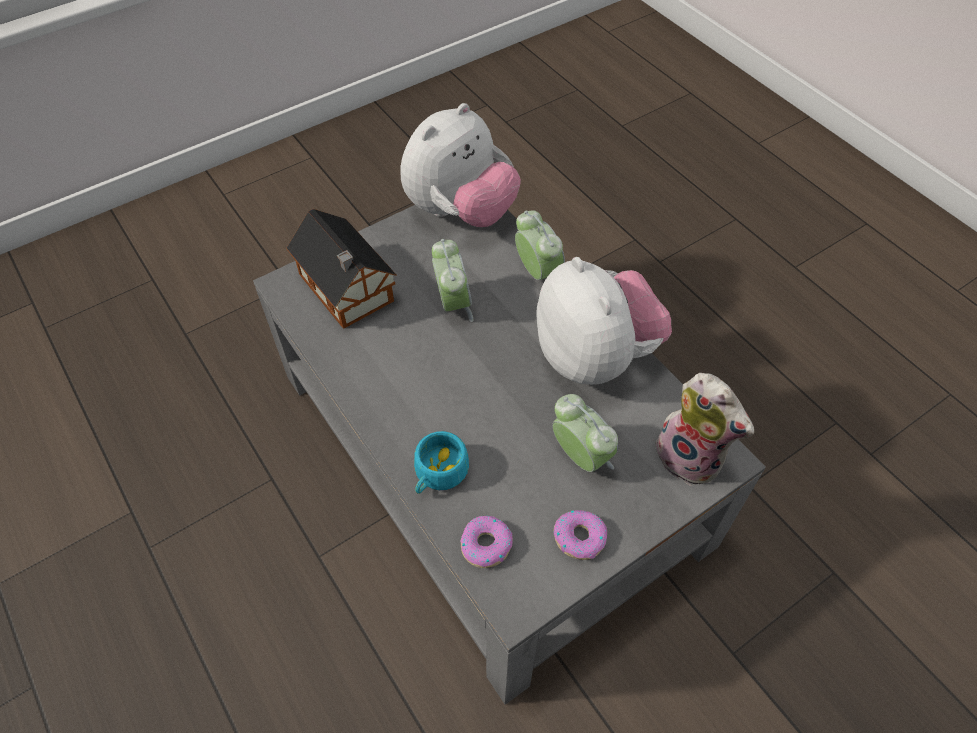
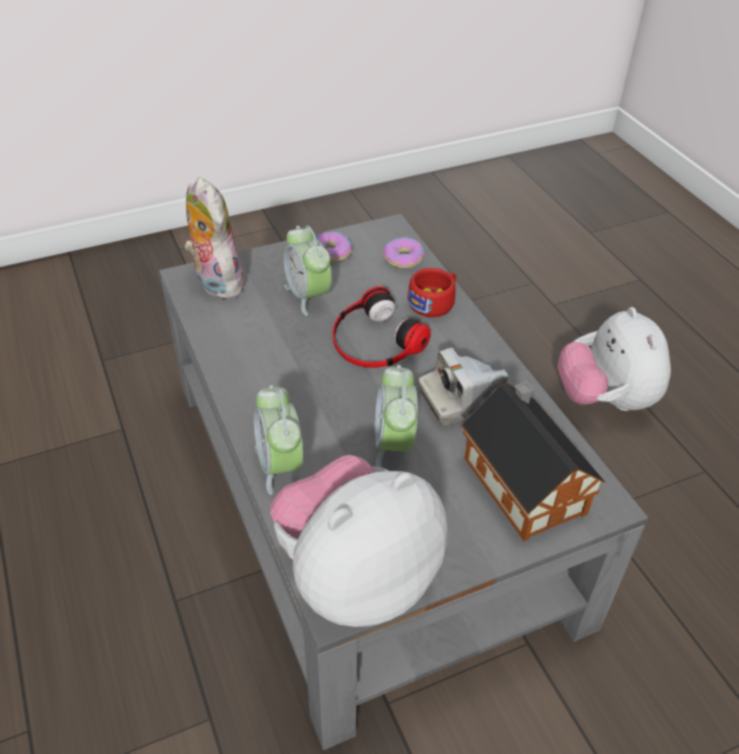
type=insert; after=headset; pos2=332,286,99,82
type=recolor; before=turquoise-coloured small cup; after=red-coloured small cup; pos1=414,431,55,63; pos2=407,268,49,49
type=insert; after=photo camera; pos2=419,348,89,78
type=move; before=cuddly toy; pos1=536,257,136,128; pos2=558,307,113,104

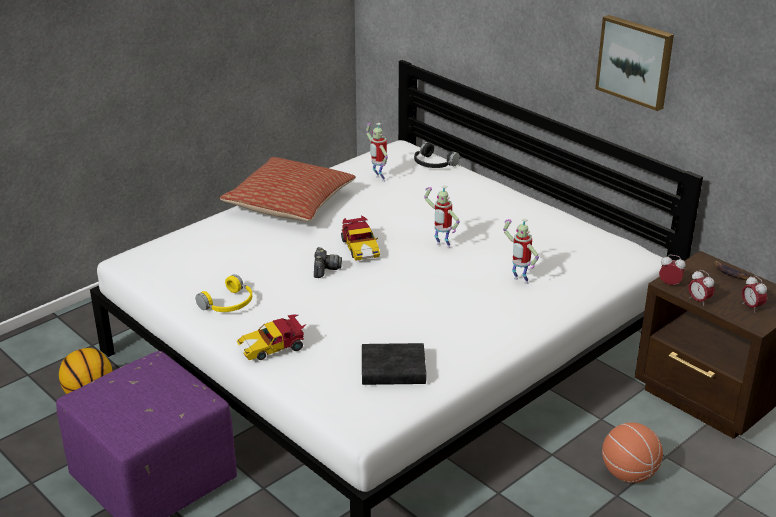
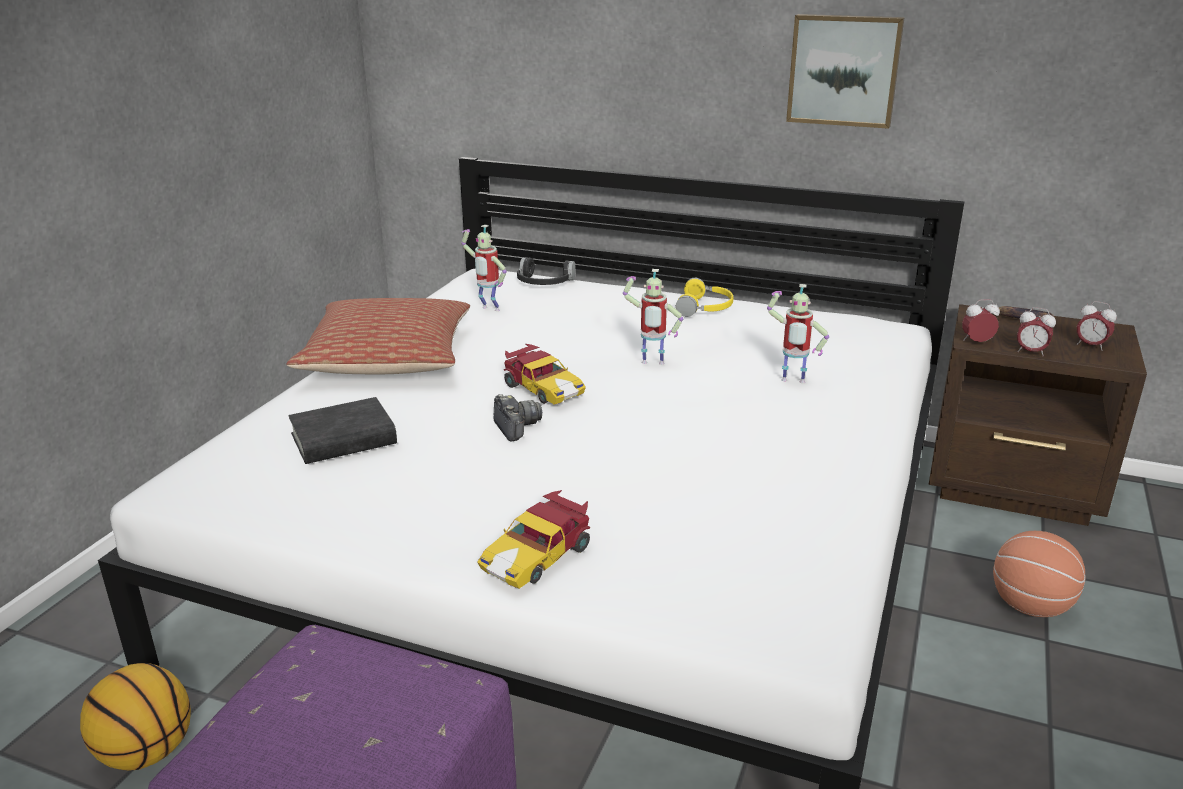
type=move; before=blackish bound book; pos1=362,343,64,42; pos2=288,397,109,67
type=move; before=yellow-coloured headset; pos1=196,274,56,38; pos2=676,278,57,39

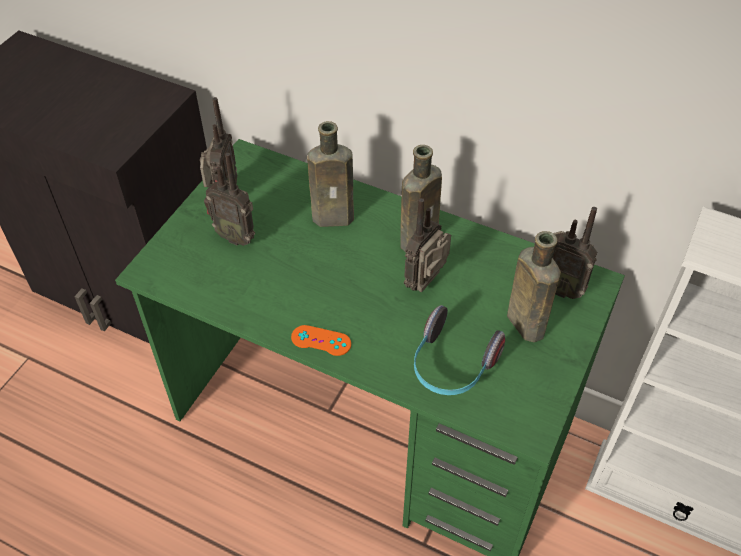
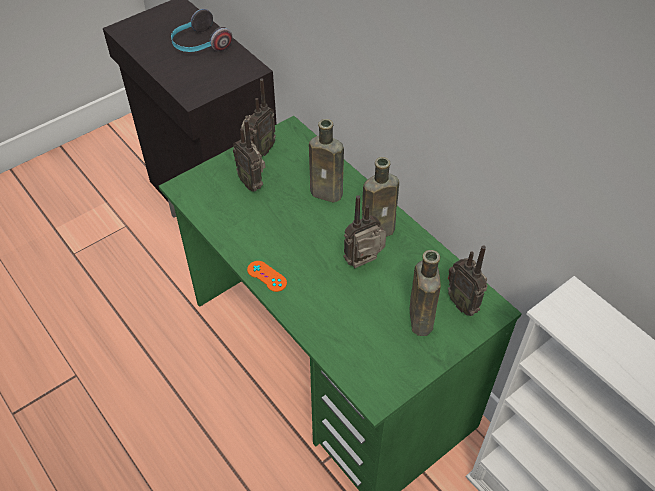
type=move; before=headset; pos1=414,305,91,90; pos2=171,9,62,43

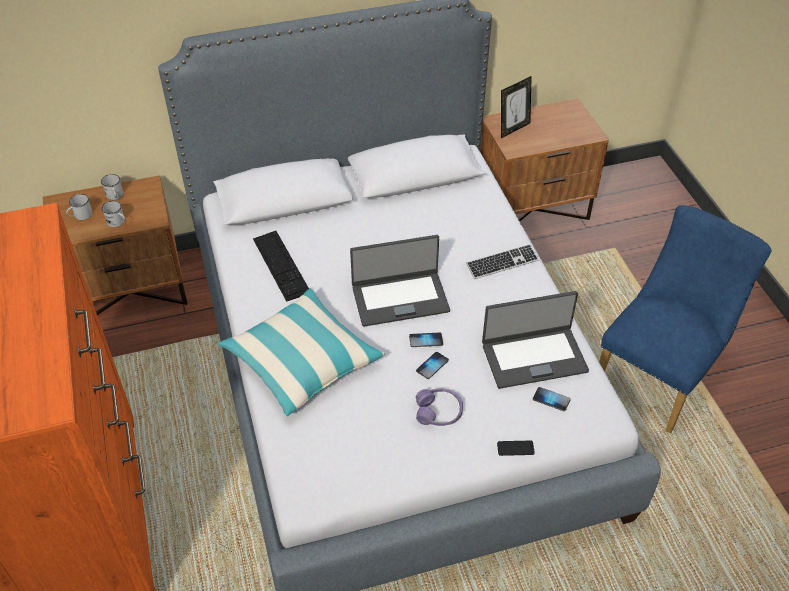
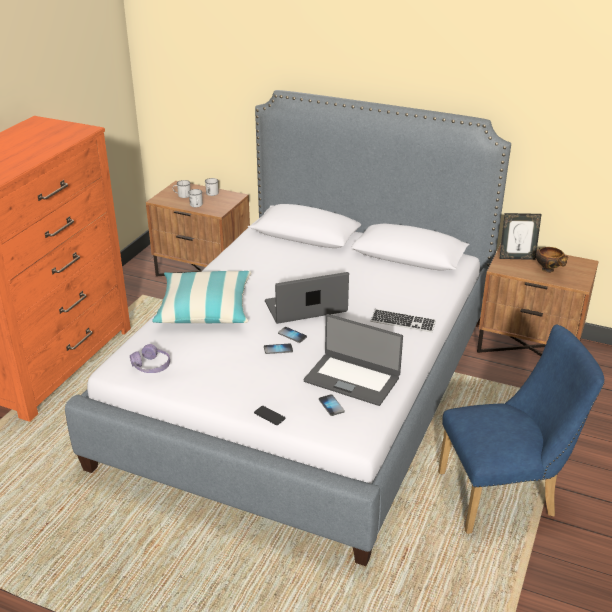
type=move; before=purple headset; pos1=416,388,47,38; pos2=130,344,40,29
type=rotate; before=notebook computer; pos1=350,235,100,92; pos2=265,272,84,52; turn=135
type=insert; after=bowl; pos2=536,247,32,26
type=delete; before=computer keyboard; pos1=253,231,56,71

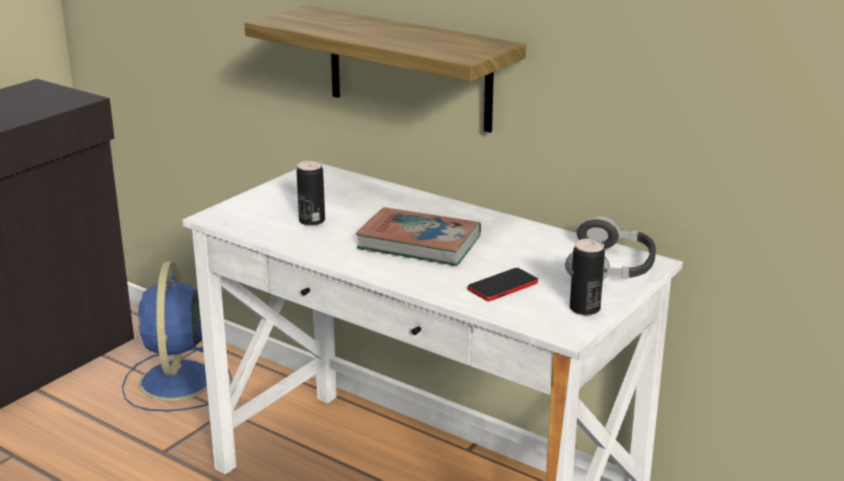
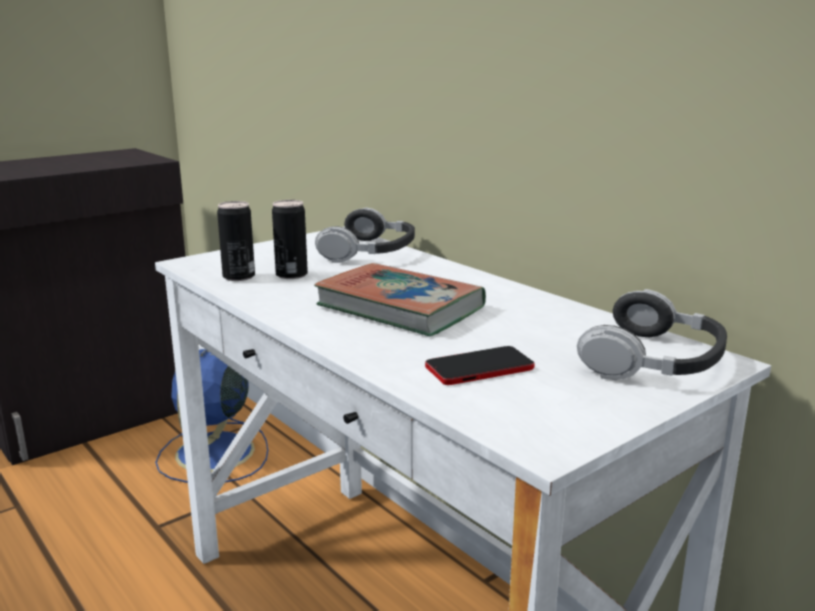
type=move; before=metal can; pos1=570,239,35,76; pos2=217,201,38,80
type=insert; after=headset; pos2=315,208,100,55
type=delete; before=bracket shelf; pos1=244,5,282,128

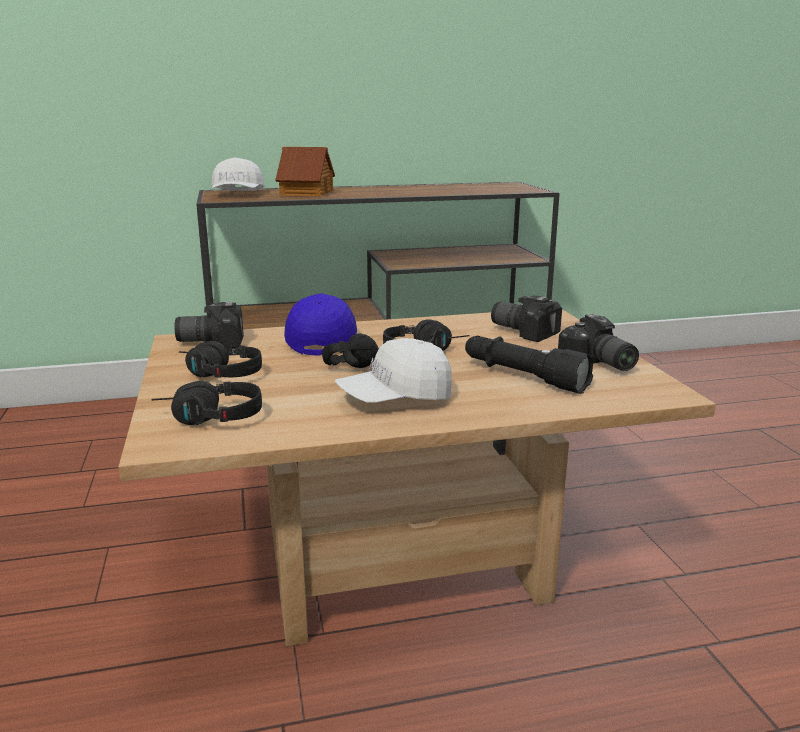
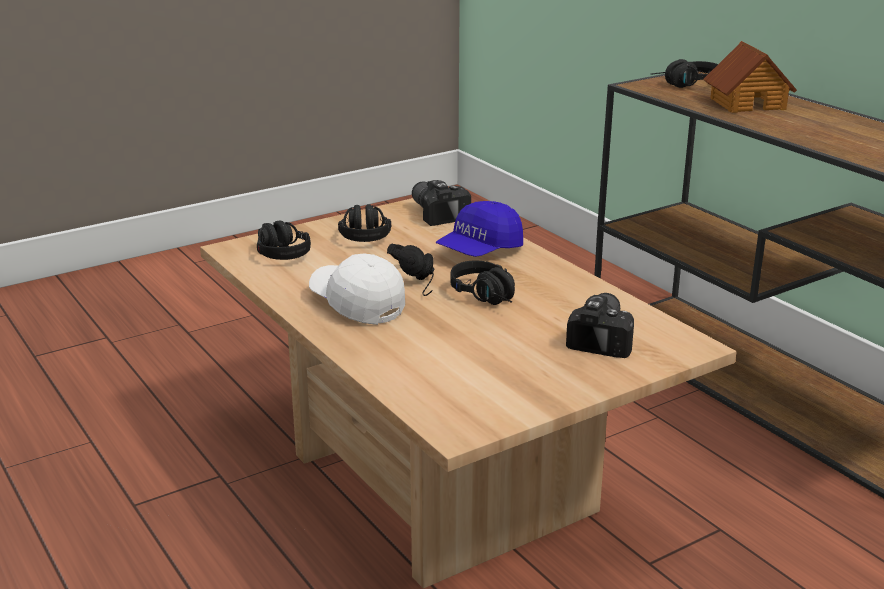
type=rotate; before=blue peaked cap; pos1=284,293,73,63; pos2=436,201,87,56; turn=150
type=replace; before=white-coloured peaked cap; after=blackish headset; pos1=212,158,53,33; pos2=651,59,67,29
type=delete; before=blackish torch; pos1=465,336,130,58
type=delete; before=photo camera; pos1=558,314,81,57

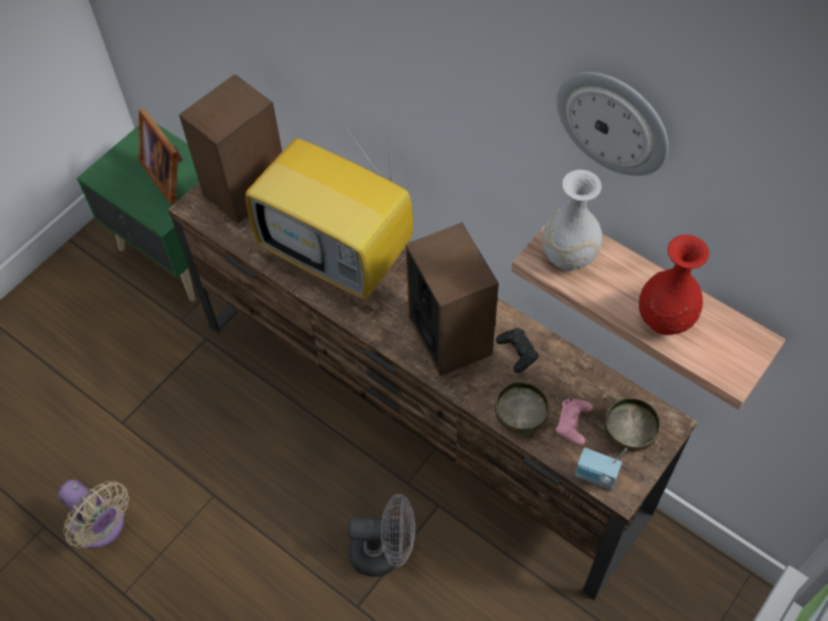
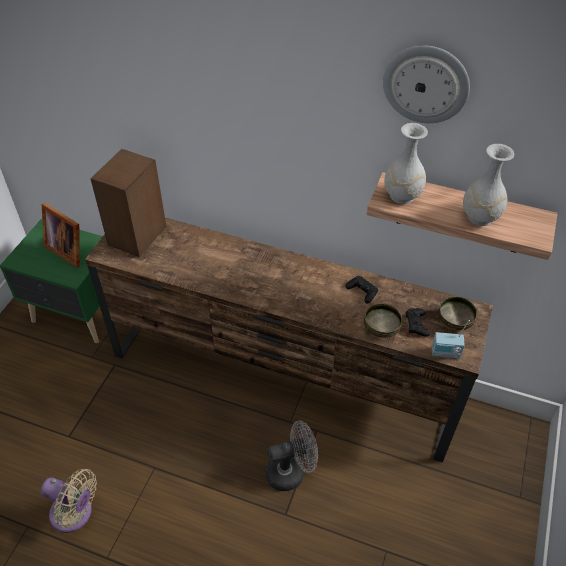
type=recolor; before=pink-coloured game controller; after=blackish game controller; pos1=556,398,37,47; pos2=406,308,24,29
type=recolor; before=red-coloured vase; after=white-coloured vase; pos1=639,235,70,100; pos2=463,144,51,82
type=delete; before=television; pos1=245,109,168,191
type=delete; before=loudspeaker; pos1=406,223,93,153

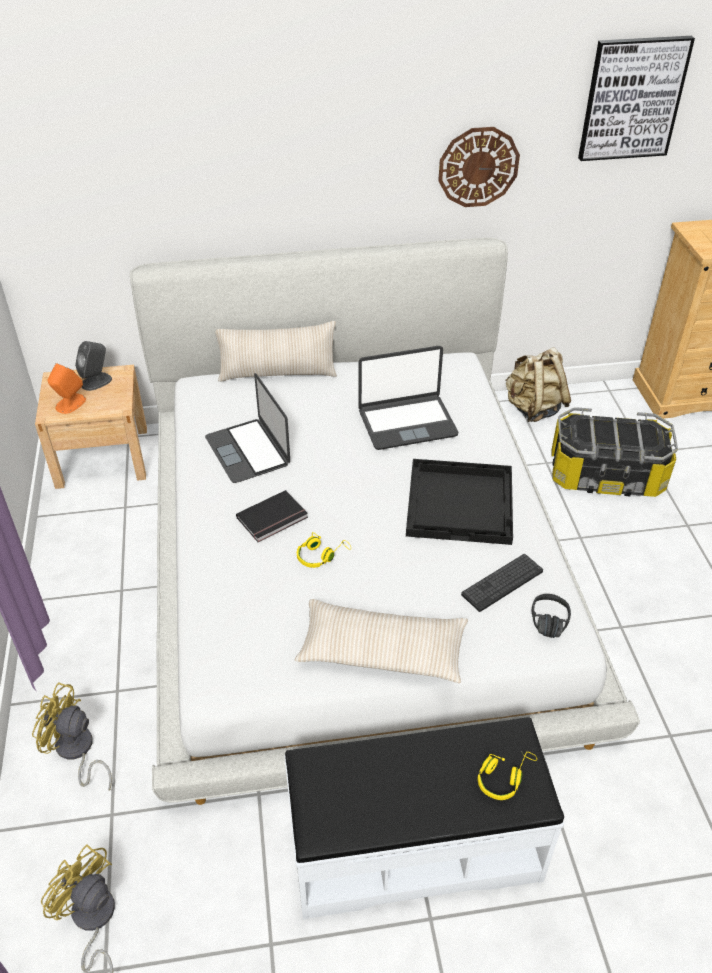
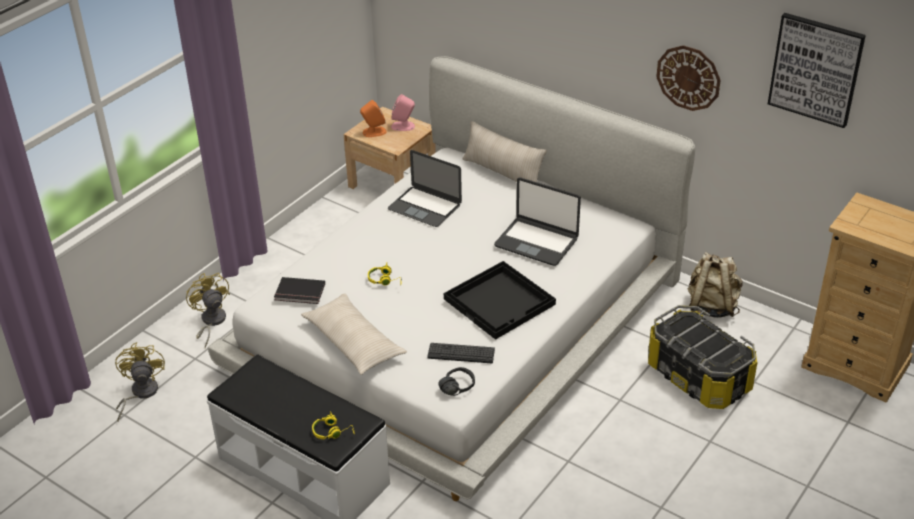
type=move; before=blackish bound book; pos1=236,490,72,52; pos2=274,277,51,27
type=rotate; before=notebook computer; pos1=205,373,85,110; pos2=388,150,74,77; turn=-75
type=recolor; before=greyish loudspeaker; after=pink-coloured loudspeaker; pos1=75,341,37,50; pos2=391,94,24,37

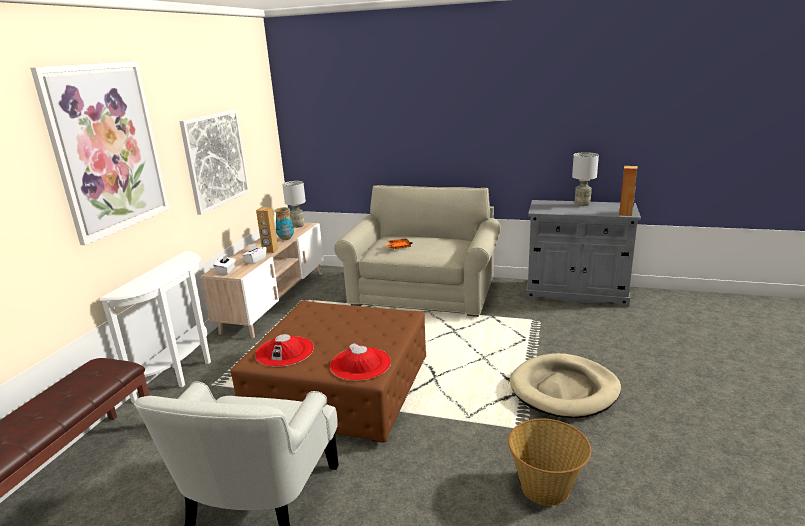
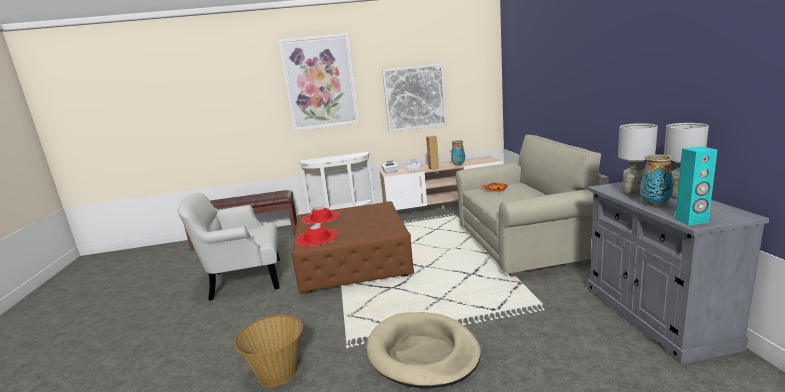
type=move; before=greyish tabletop lamp; pos1=282,181,24,47; pos2=618,123,40,73
type=insert; after=vase; pos2=640,155,33,52
type=recolor; before=brown loudspeaker; after=turquoise-coloured loudspeaker; pos1=619,166,18,50; pos2=675,146,42,79

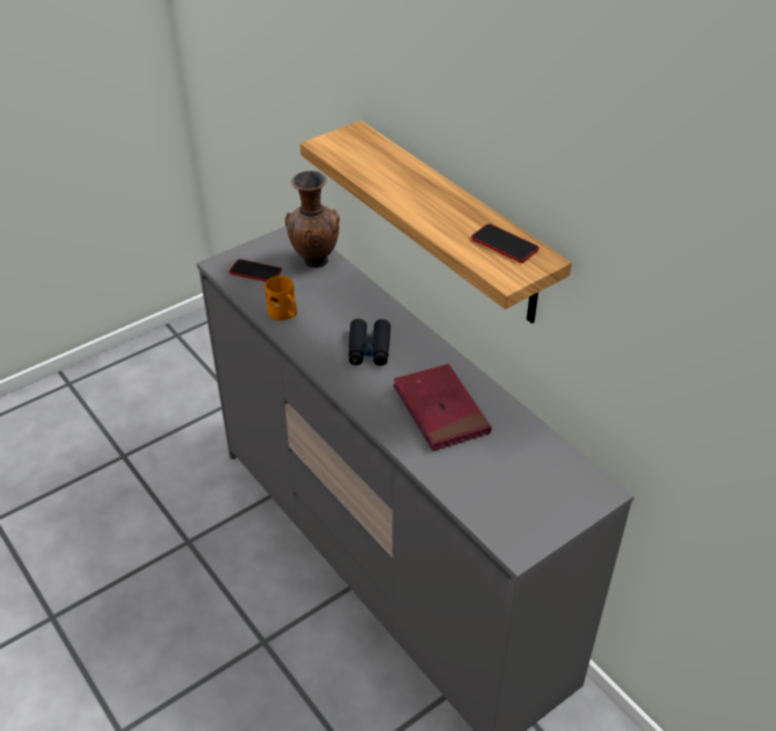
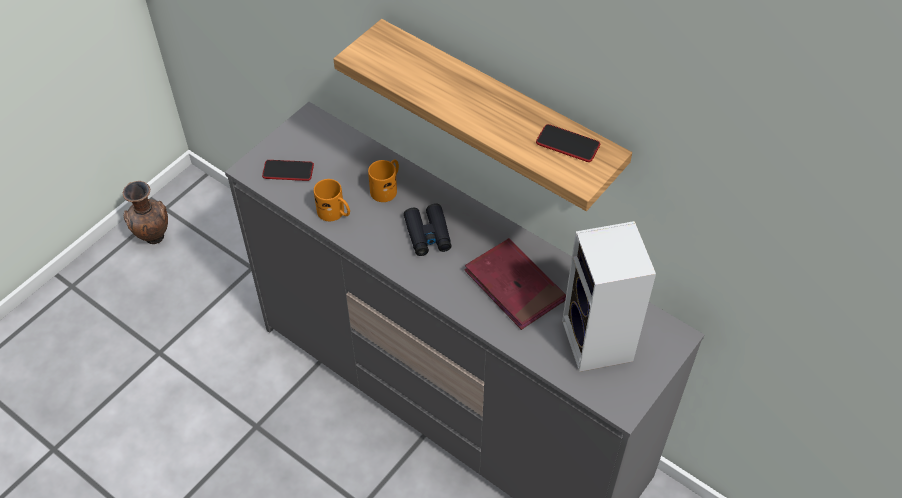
type=move; before=brown vase; pos1=285,170,55,98; pos2=123,181,45,63
type=insert; after=orange tea mug; pos2=368,160,31,42
type=insert; after=loudspeaker; pos2=562,221,94,151

